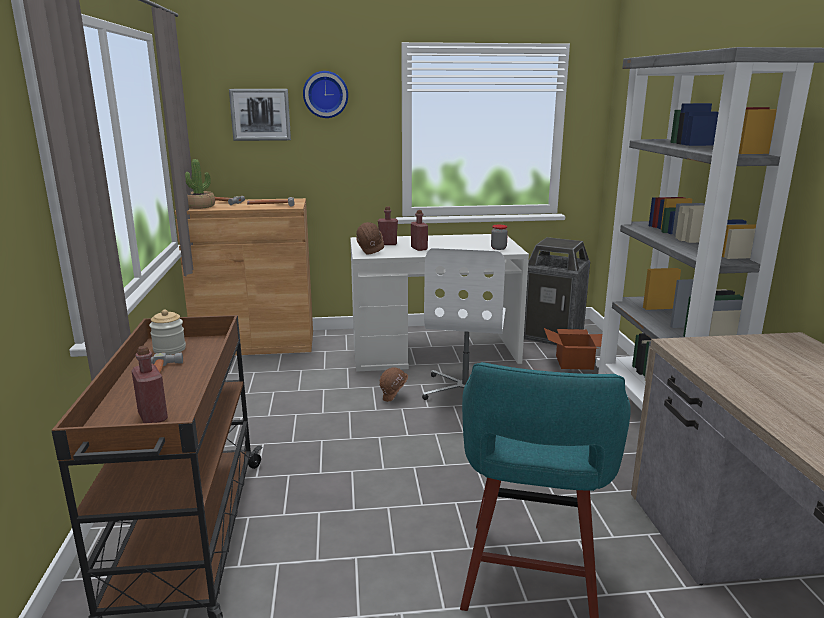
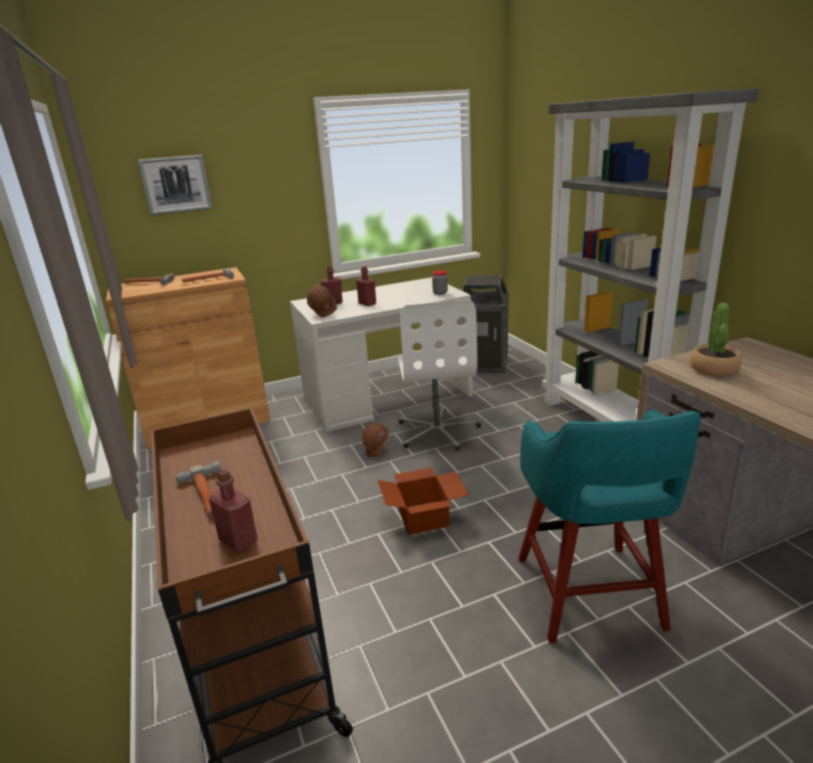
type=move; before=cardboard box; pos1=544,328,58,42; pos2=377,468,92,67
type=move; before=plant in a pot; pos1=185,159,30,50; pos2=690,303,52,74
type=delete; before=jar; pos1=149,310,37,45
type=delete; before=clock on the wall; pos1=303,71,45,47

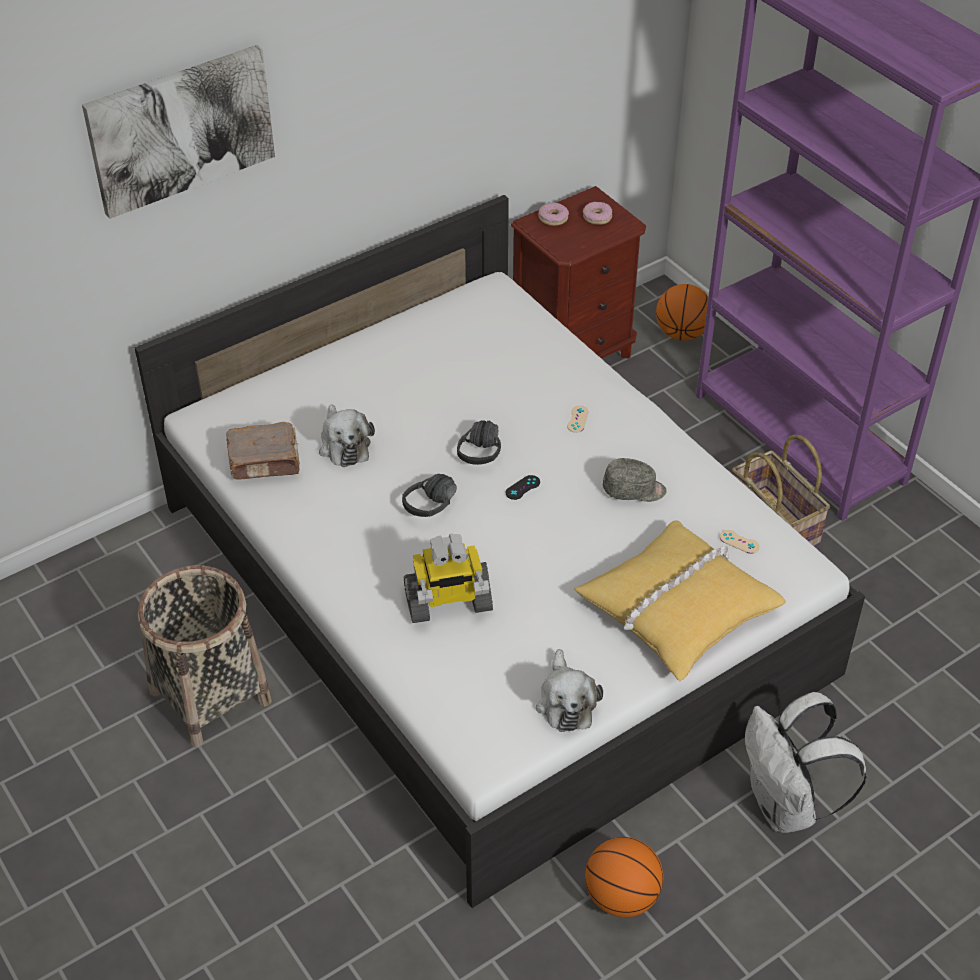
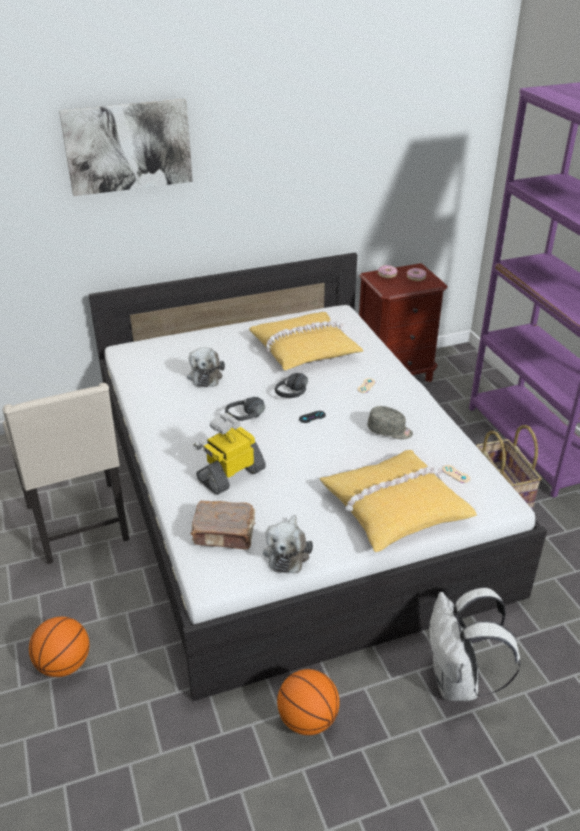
type=replace; before=storage basket; after=beige-coloured chair; pos1=138,565,134,183; pos2=2,383,127,181
type=move; before=basketball; pos1=656,284,52,57; pos2=29,617,60,60
type=move; before=brown bound book; pos1=226,422,74,57; pos2=190,501,66,48
type=rotate; before=toy robot; pos1=404,534,89,89; pos2=193,413,73,82; turn=135
type=insert; after=yellow-coloured pillow; pos2=249,312,114,58

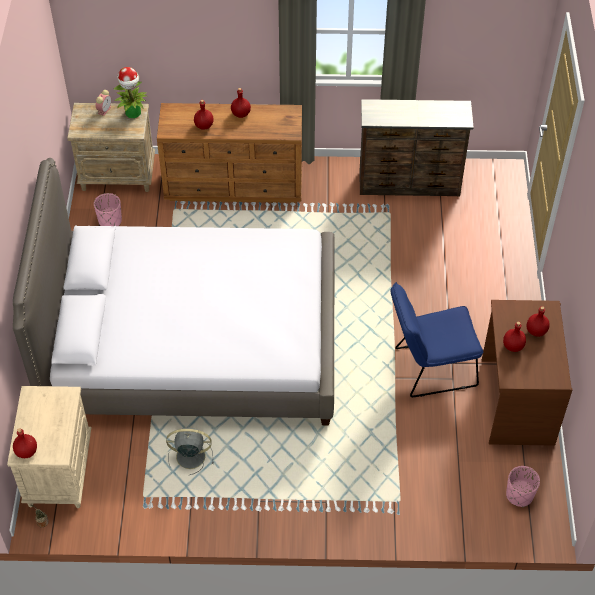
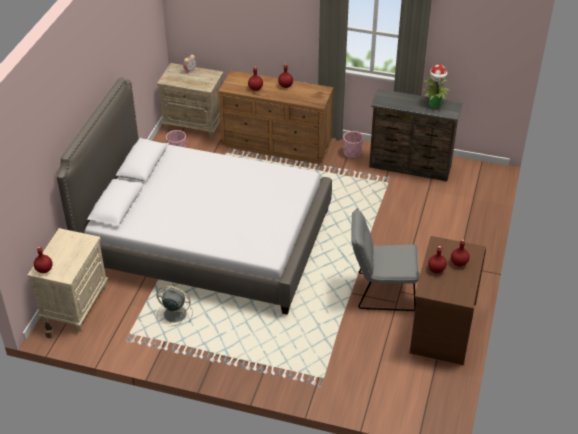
type=move; before=pink-coloured plant pot; pos1=506,466,34,41; pos2=343,131,20,28
type=recolor; before=blue chair; after=greyish chair; pos1=390,282,93,115; pos2=351,208,68,103
type=move; before=plant in a pot; pos1=114,67,33,51; pos2=424,64,26,44

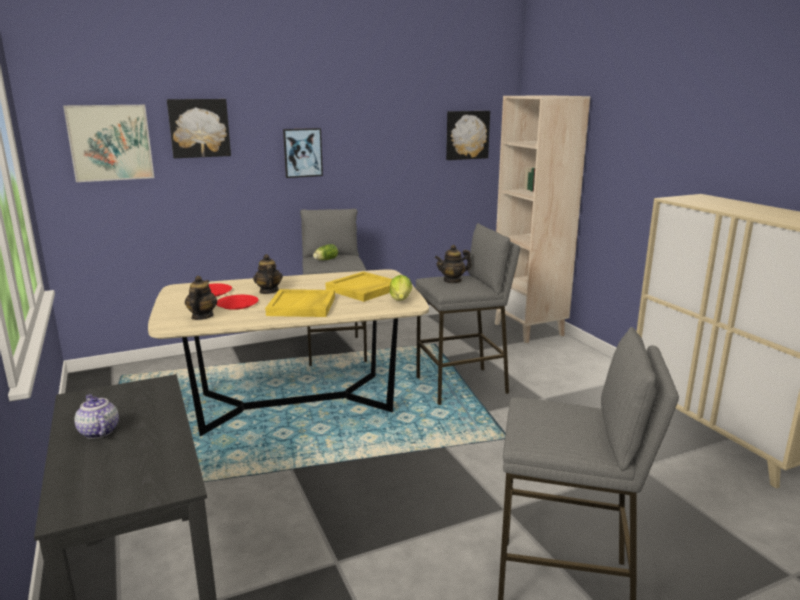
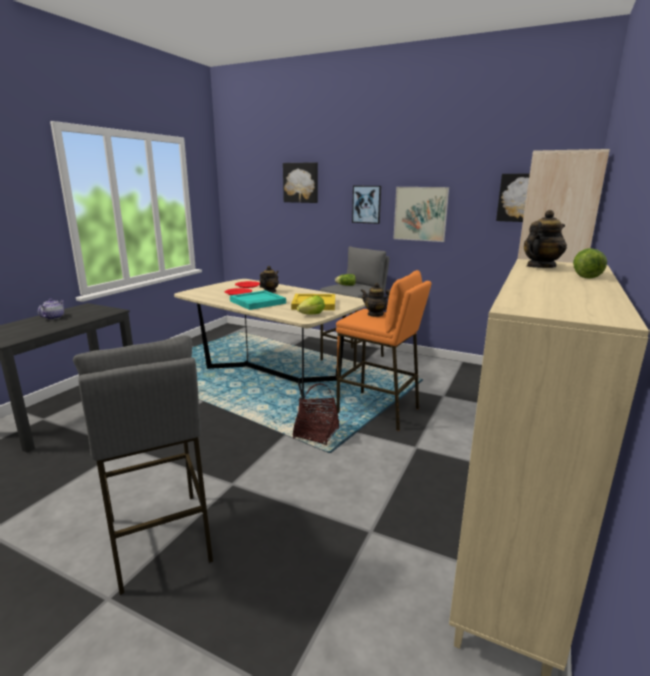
type=recolor; before=yellow-coloured serving tray; after=turquoise-coloured serving tray; pos1=265,289,70,28; pos2=230,290,56,20
type=insert; after=storage basket; pos2=293,383,46,62
type=recolor; before=greyish stool; after=orange stool; pos1=416,223,104,182; pos2=336,270,95,161
type=move; before=picture; pos1=63,105,91,77; pos2=393,187,56,55
type=move; before=tea pot; pos1=185,275,32,45; pos2=523,210,44,58
type=insert; after=lettuce; pos2=573,248,34,31

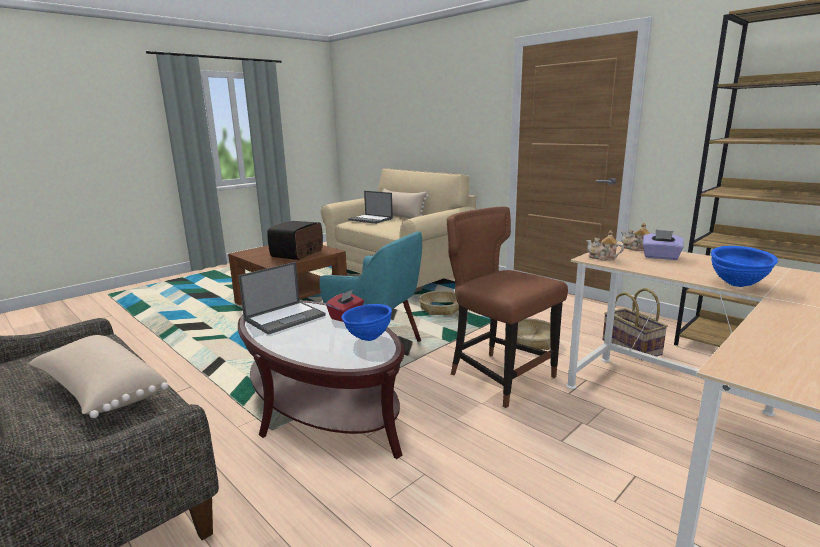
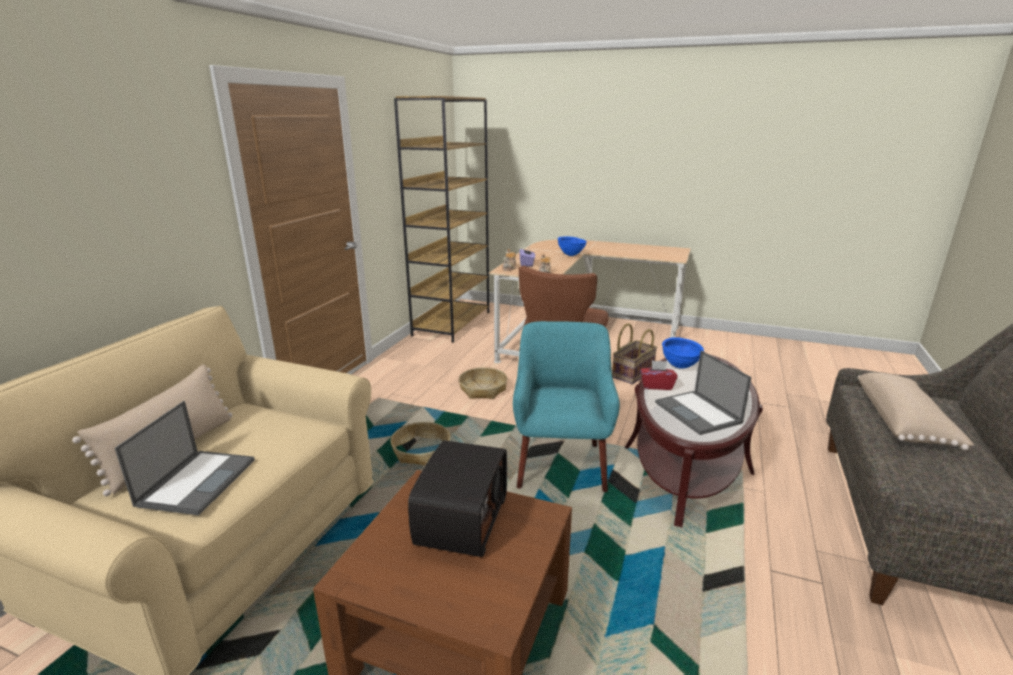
type=rotate; before=radio receiver; pos1=267,221,56,39; pos2=408,440,99,117; turn=-75
type=move; before=storage basket; pos1=603,288,65,72; pos2=612,323,45,61
type=rotate; before=notebook computer; pos1=238,262,88,73; pos2=655,351,97,84; turn=-135

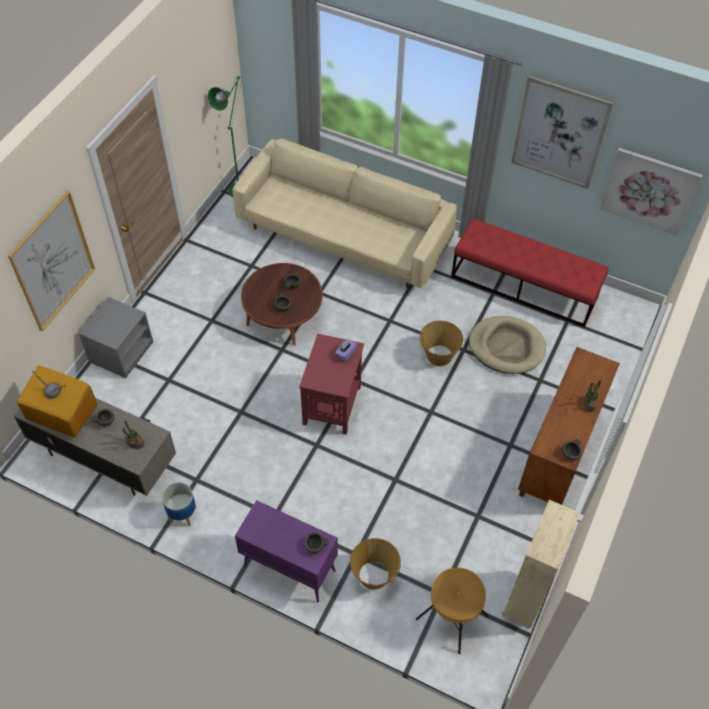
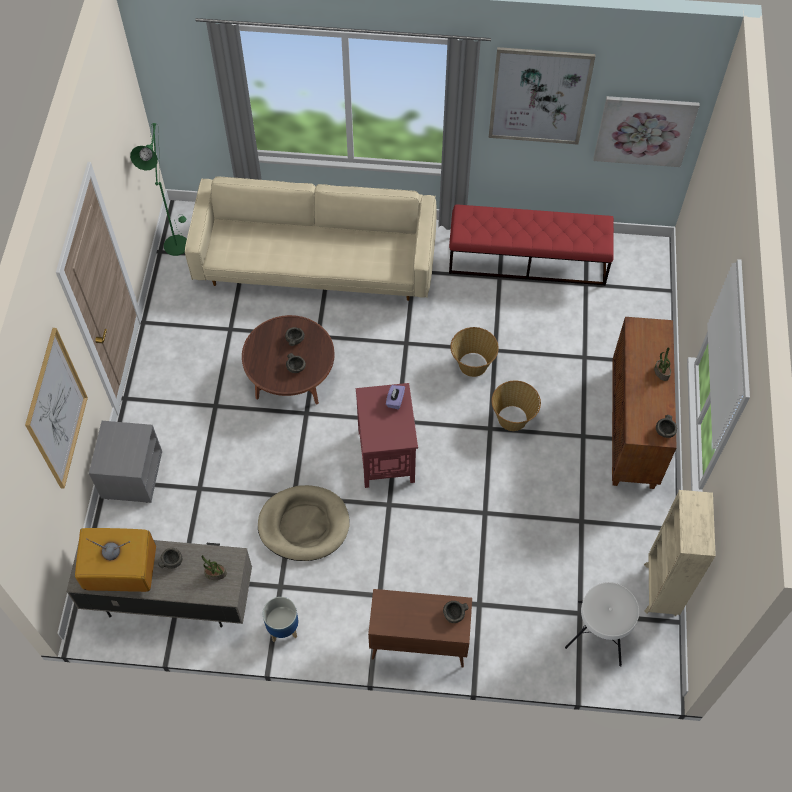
type=move; before=beige-coloured pet bed; pos1=469,316,77,58; pos2=258,485,92,76
type=recolor; before=purple cabinet; after=brown cabinet; pos1=235,500,103,102; pos2=368,589,104,79
type=move; before=storage basket; pos1=350,538,51,51; pos2=491,381,50,50
type=recolor; before=brown stool; after=white-coloured stool; pos1=416,568,73,86; pos2=565,582,74,85

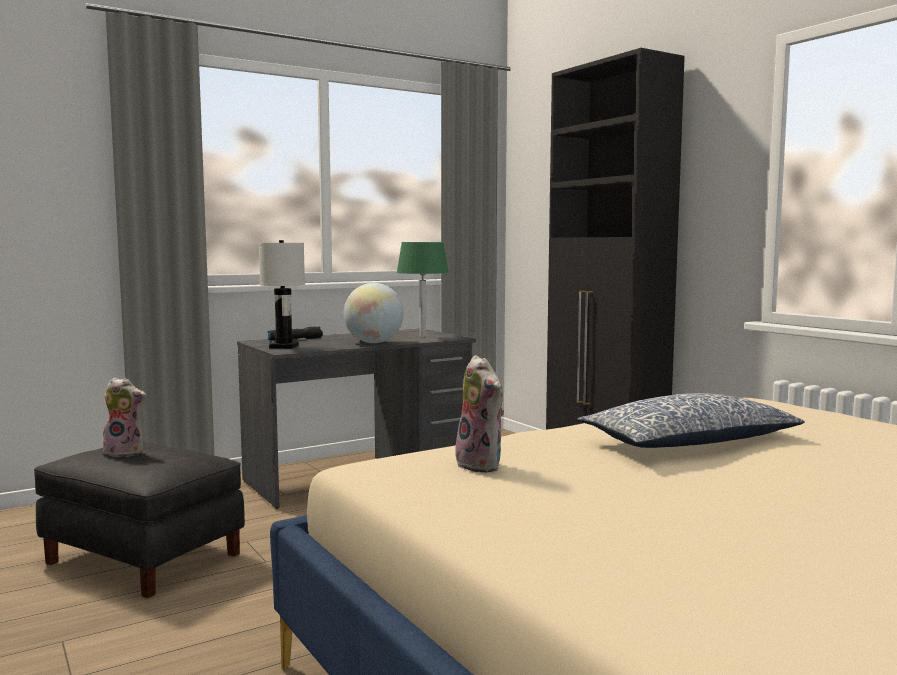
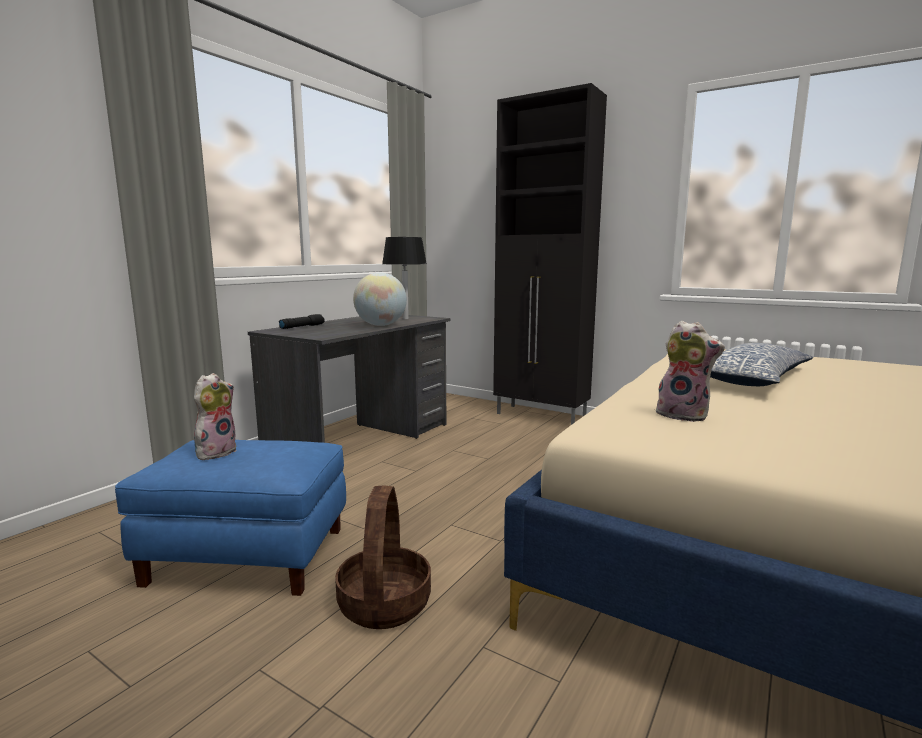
type=recolor; before=blackish pouffe; after=blue pouffe; pos1=34,442,211,156; pos2=115,440,231,156
type=rotate; before=cuddly toy; pos1=101,377,46,80; pos2=194,373,43,87; turn=-45
type=insert; after=storage basket; pos2=335,485,96,144
type=recolor; before=green-coloured tabletop lamp; after=blackish tabletop lamp; pos1=397,242,52,95; pos2=382,237,45,82
type=delete; before=white-coloured tabletop lamp; pos1=259,240,46,109

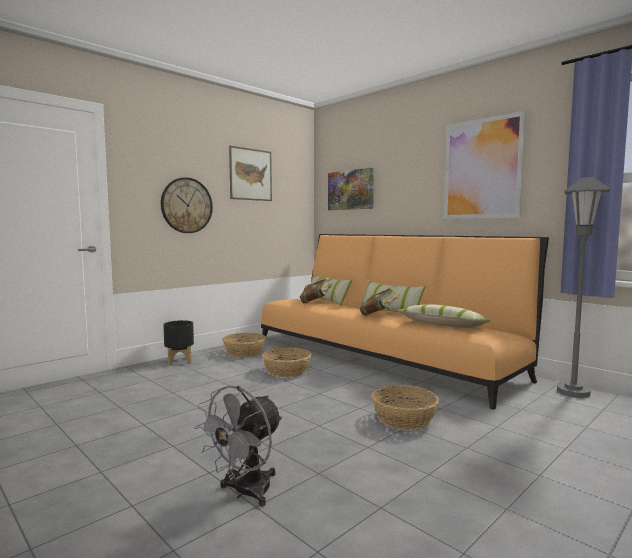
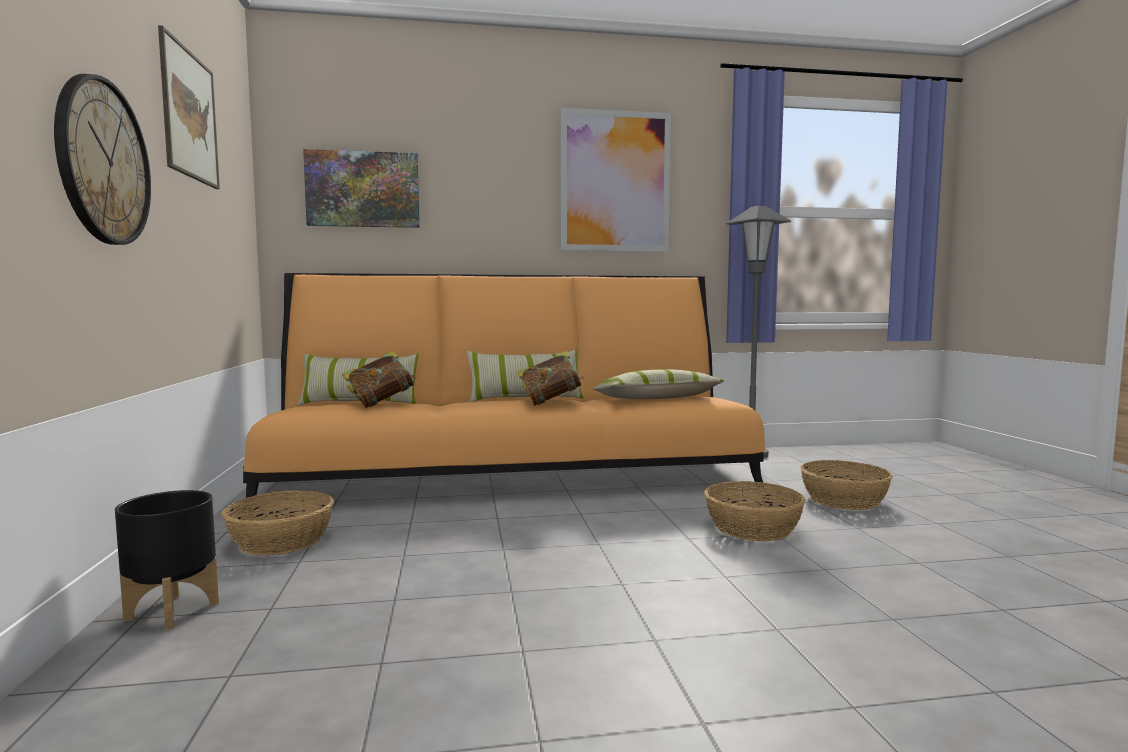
type=move; before=storage basket; pos1=262,347,50,30; pos2=800,460,93,50
type=delete; before=greyish fan; pos1=194,385,89,122

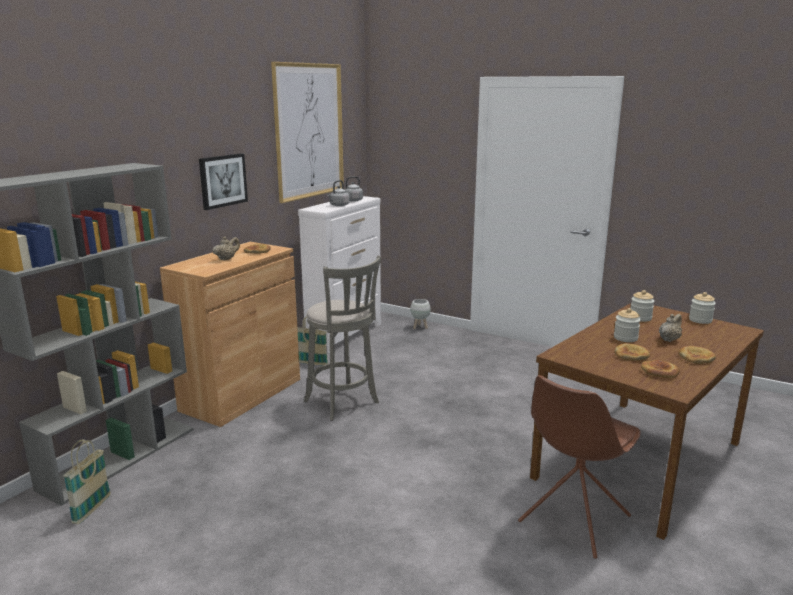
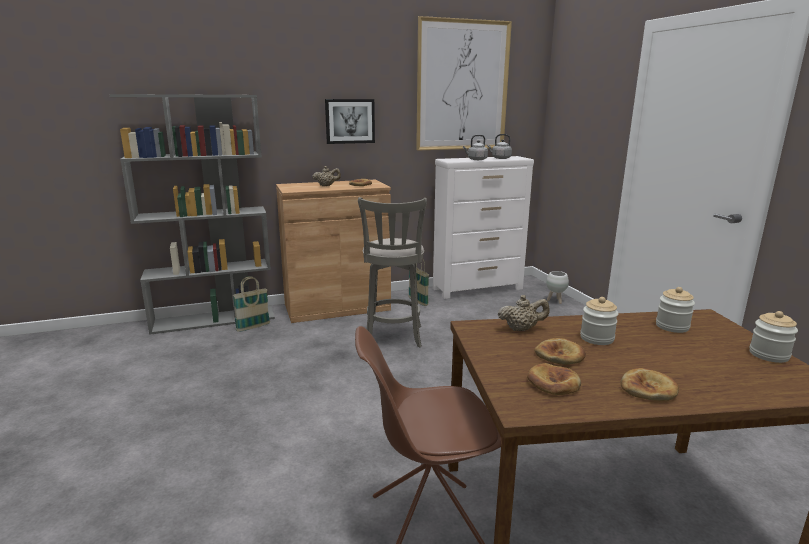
type=move; before=storage basket; pos1=63,439,48,85; pos2=233,276,37,56
type=move; before=beige-coloured tea pot; pos1=659,314,23,28; pos2=498,295,51,36

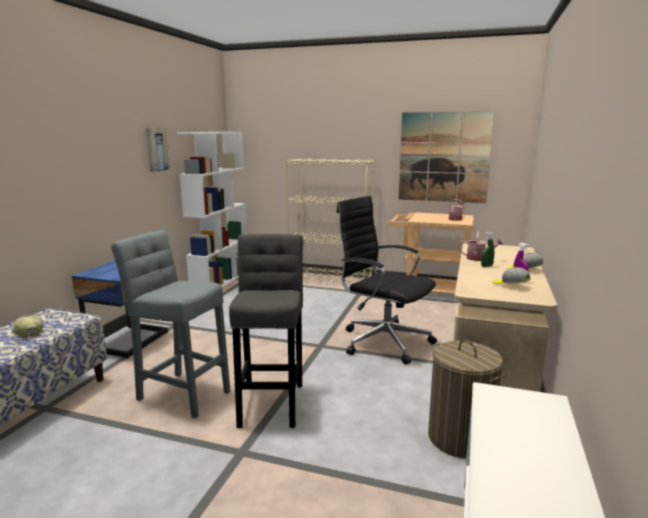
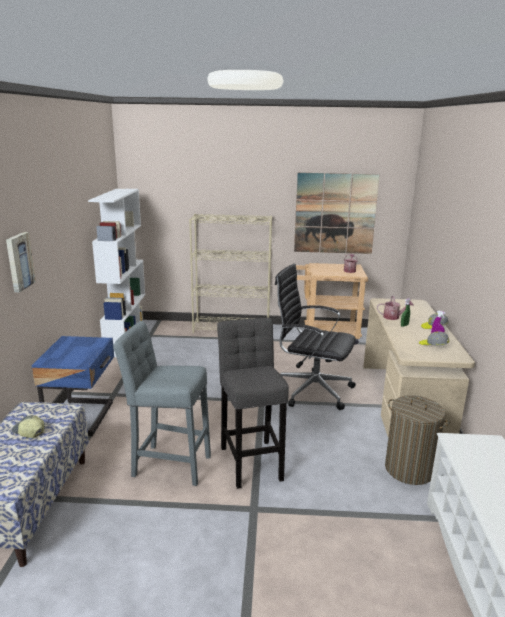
type=move; before=picture; pos1=146,128,24,44; pos2=6,232,30,61

